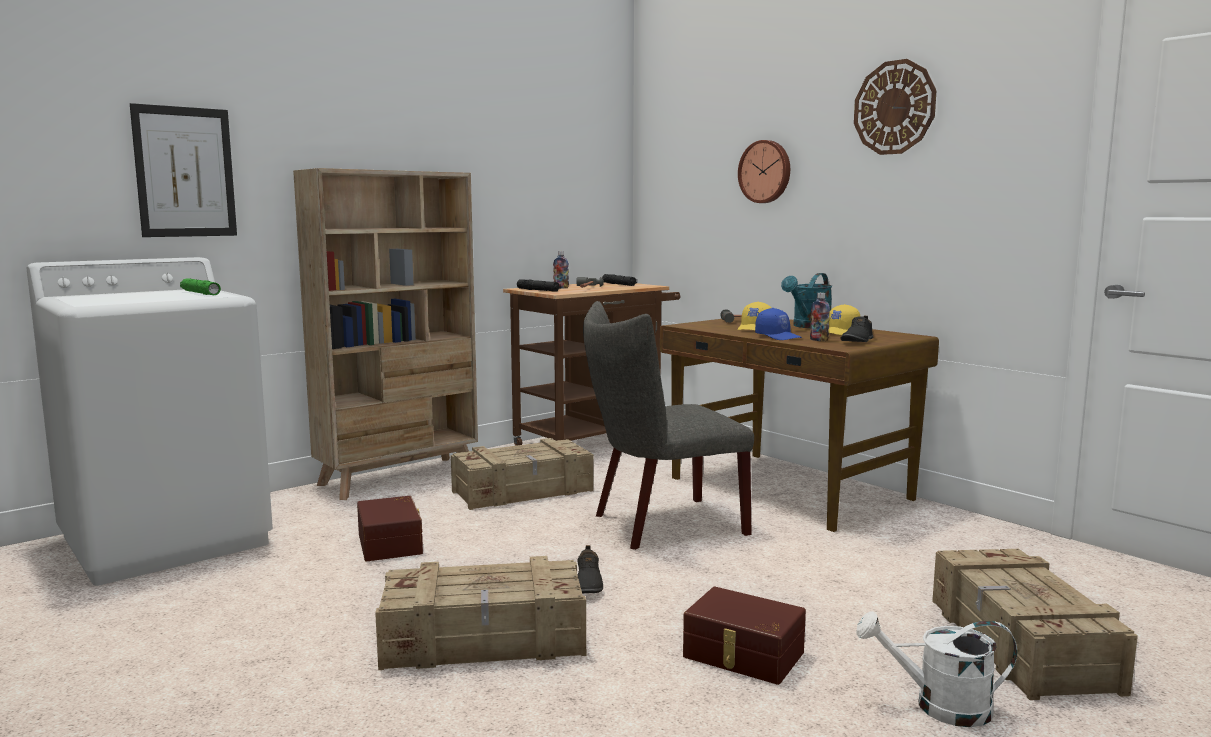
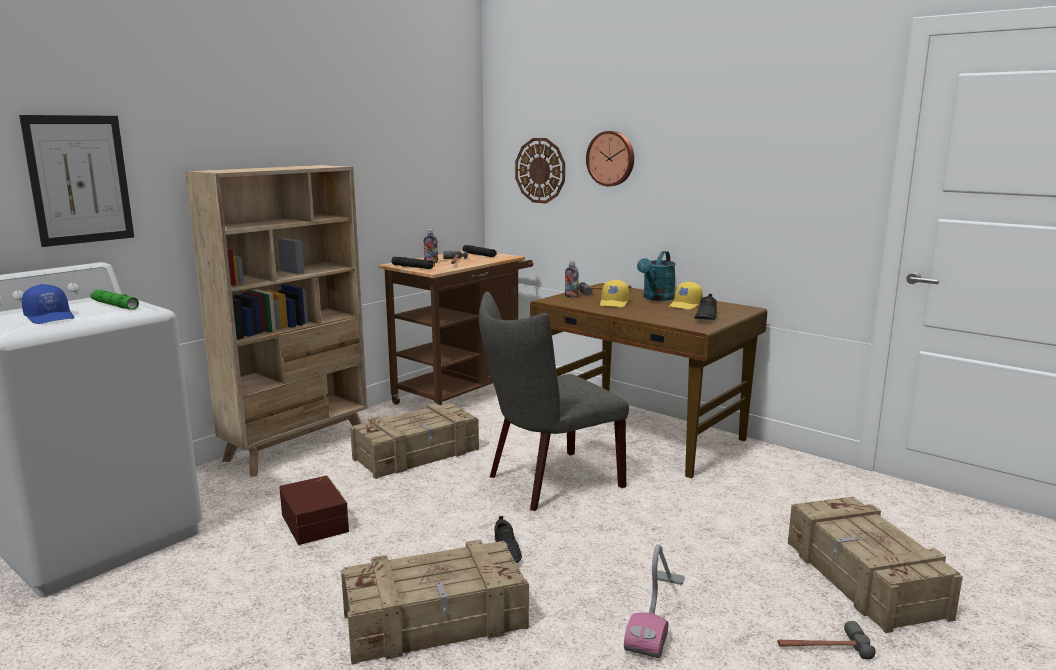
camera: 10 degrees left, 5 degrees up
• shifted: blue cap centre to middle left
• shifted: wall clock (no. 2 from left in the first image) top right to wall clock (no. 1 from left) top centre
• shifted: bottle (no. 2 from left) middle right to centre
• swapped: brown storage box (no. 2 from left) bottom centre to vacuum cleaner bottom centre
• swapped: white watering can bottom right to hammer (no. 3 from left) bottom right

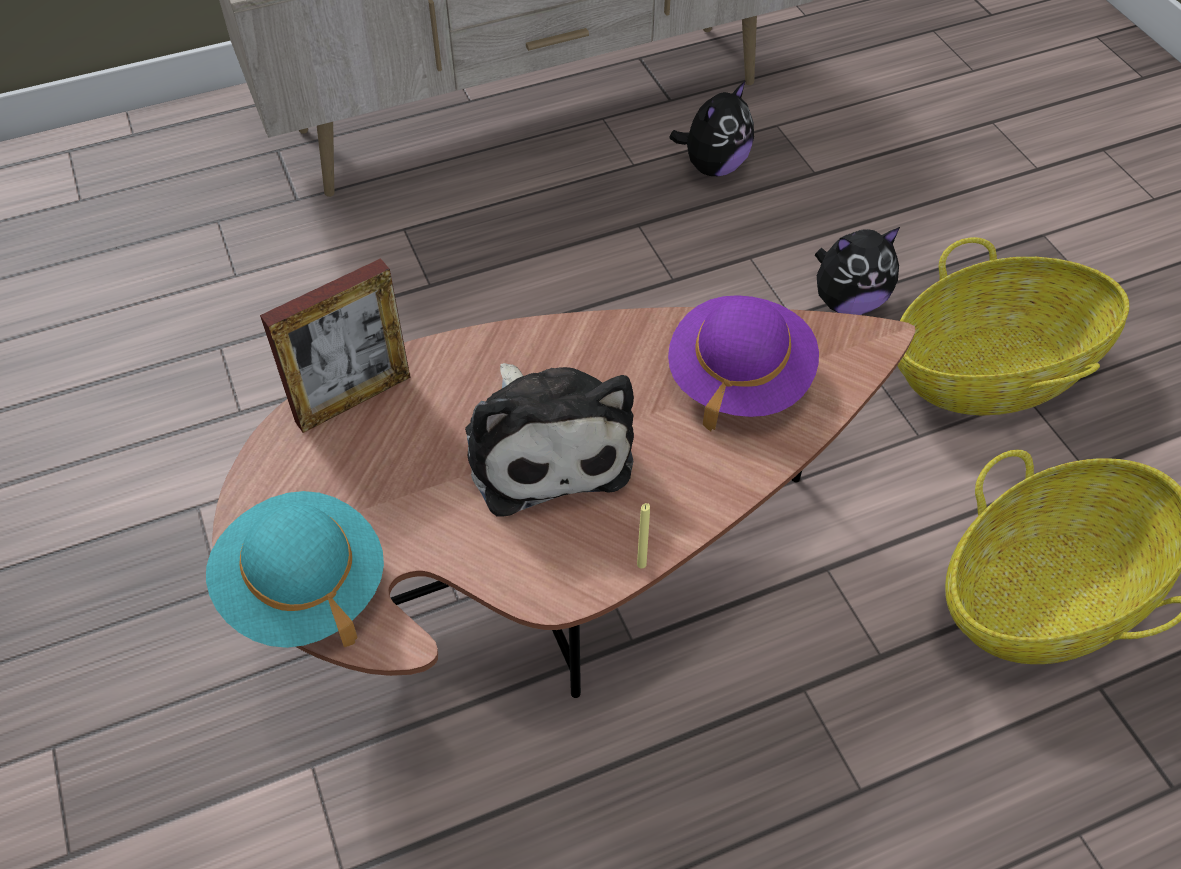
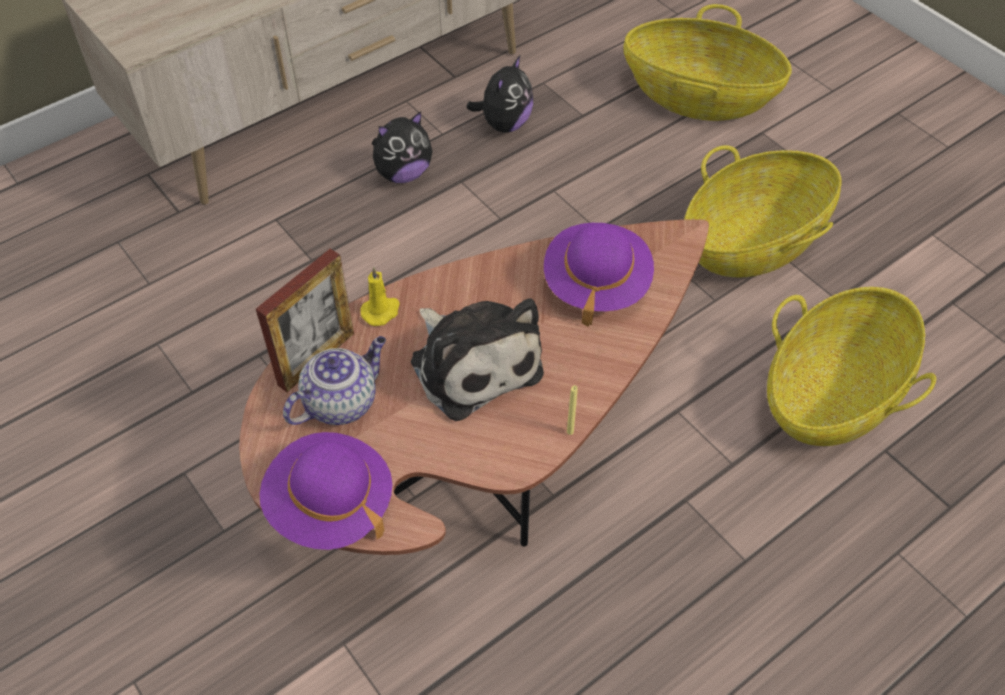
camera: 15 degrees left, 0 degrees up
• repainted: turquoise hat middle left to purple hat (no. 1 from left) bottom left
• new: teapot middle left
• new: yellow candle (no. 1 from left) centre
• shifted: plush toy (no. 3 from left in the first image) top right to plush toy (no. 1 from left) top centre
• new: basket (no. 1 from left) top right

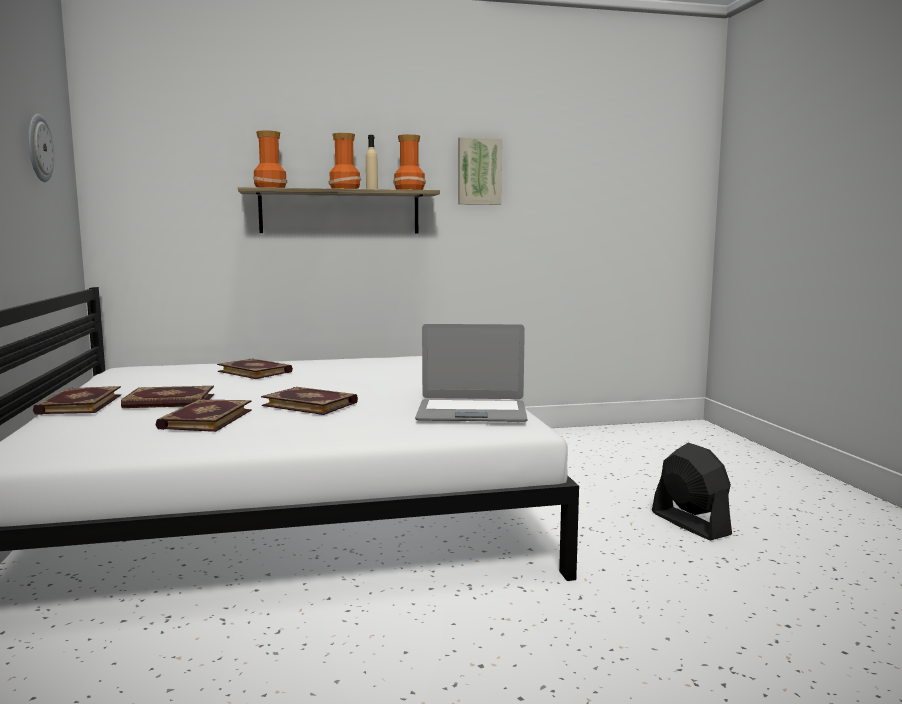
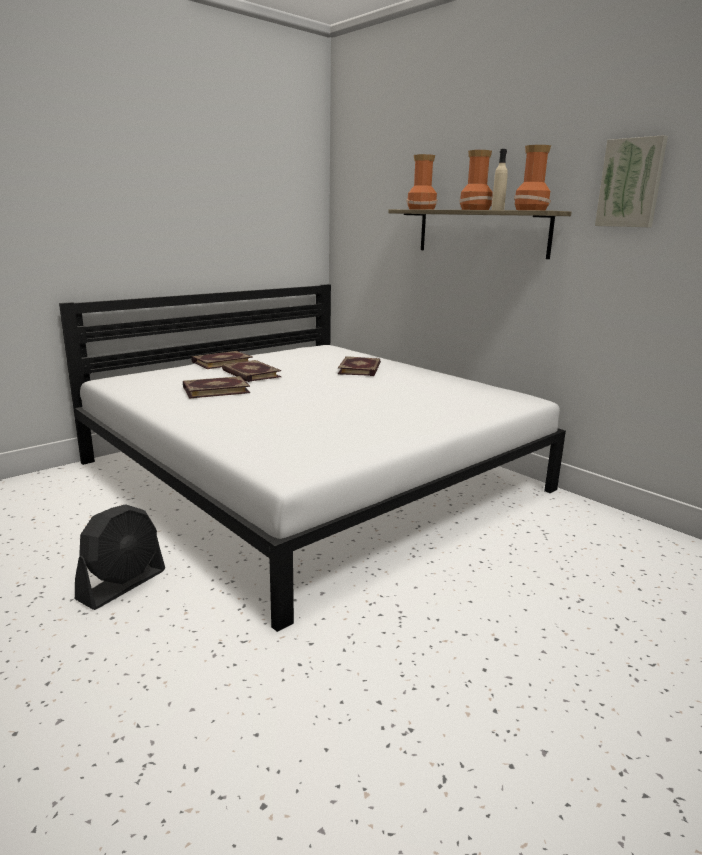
camera: 60 degrees right, 10 degrees up
• shifted: black fan bottom right to middle left
• gone: wall clock top left
• gone: book (no. 5 from left) centre
• gone: laptop centre

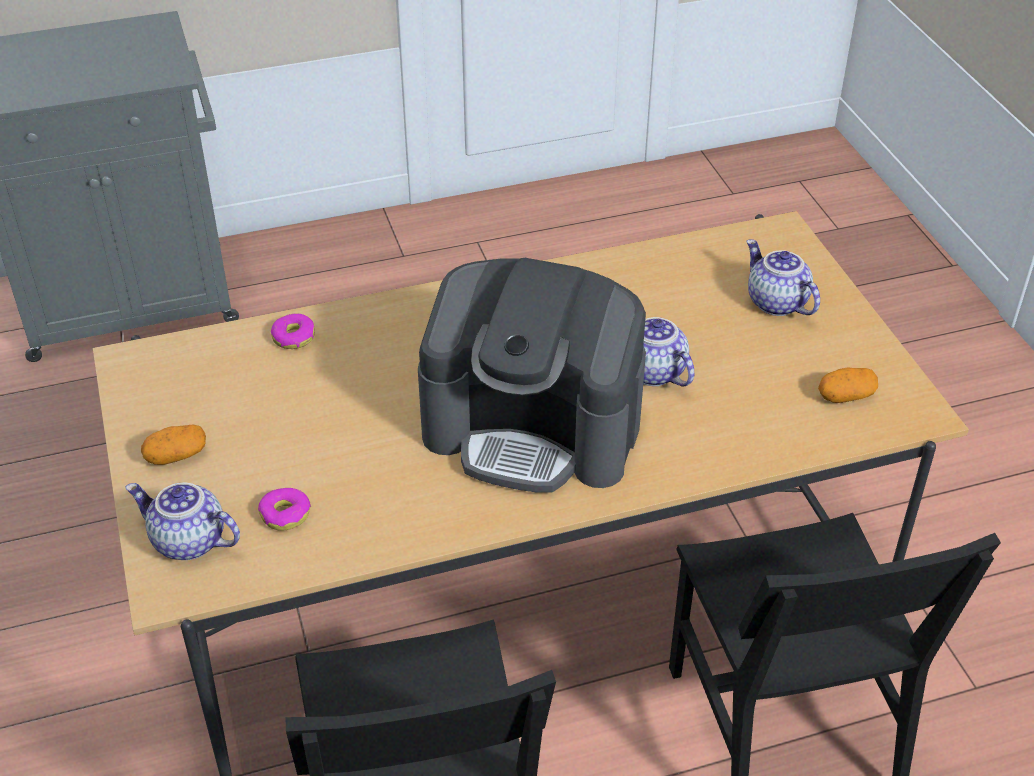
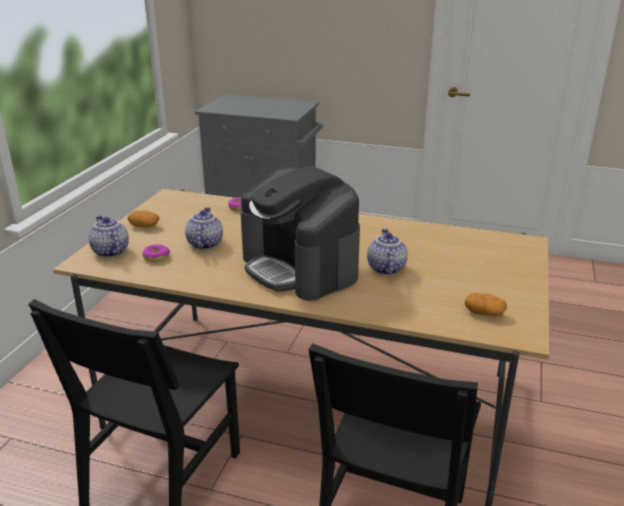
camera: 35 degrees right, 15 degrees down
• shifted: teapot (no. 3 from left in the first image) middle right to teapot (no. 2 from left) middle left

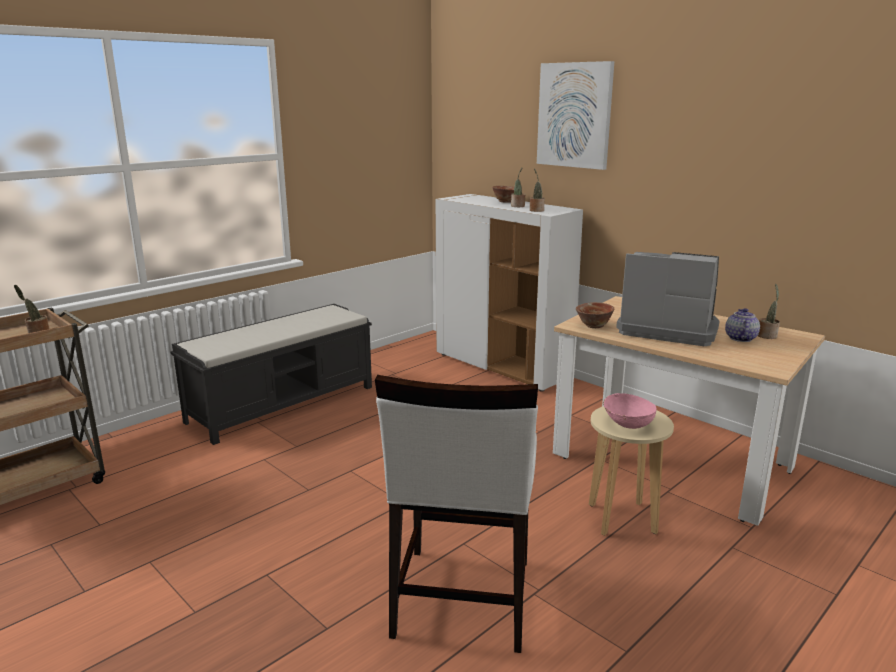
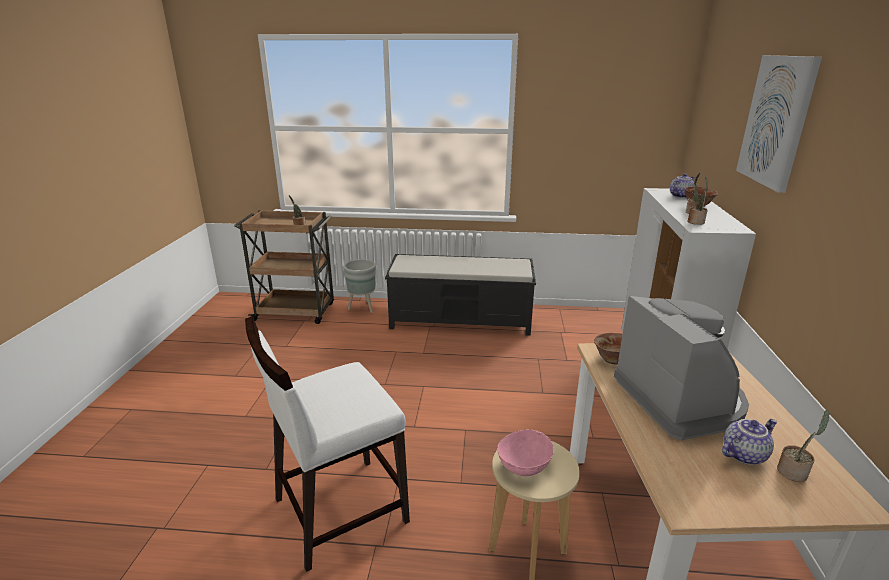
camera: 50 degrees right, 5 degrees up
• new: grey planter centre
• new: teapot (no. 1 from left) top right

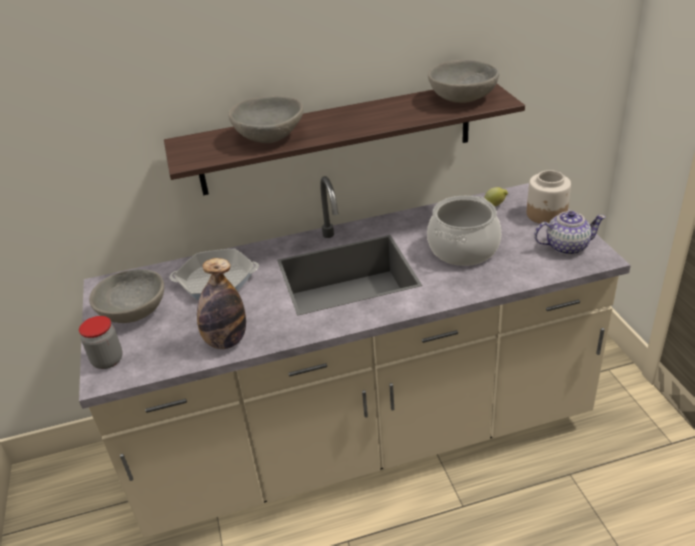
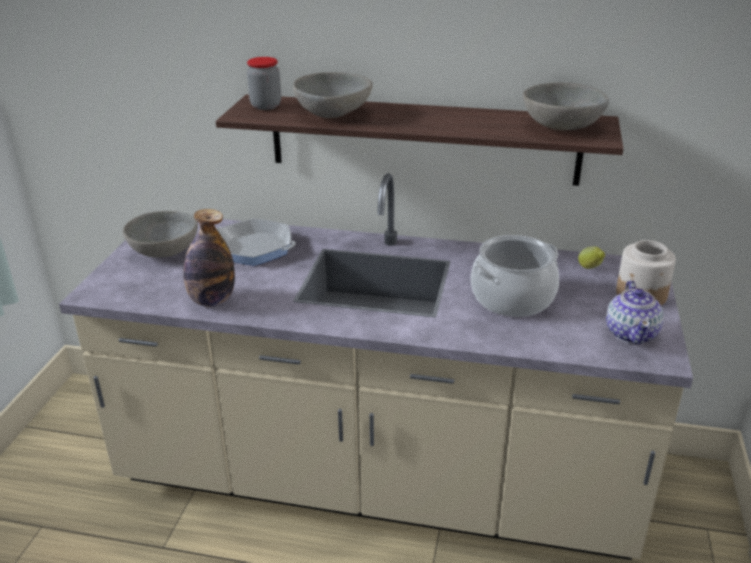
camera: 25 degrees right, 5 degrees down
• shifted: jar (no. 1 from left) middle left to top centre
• rotated: teapot middle right = middle right 75 degrees clockwise

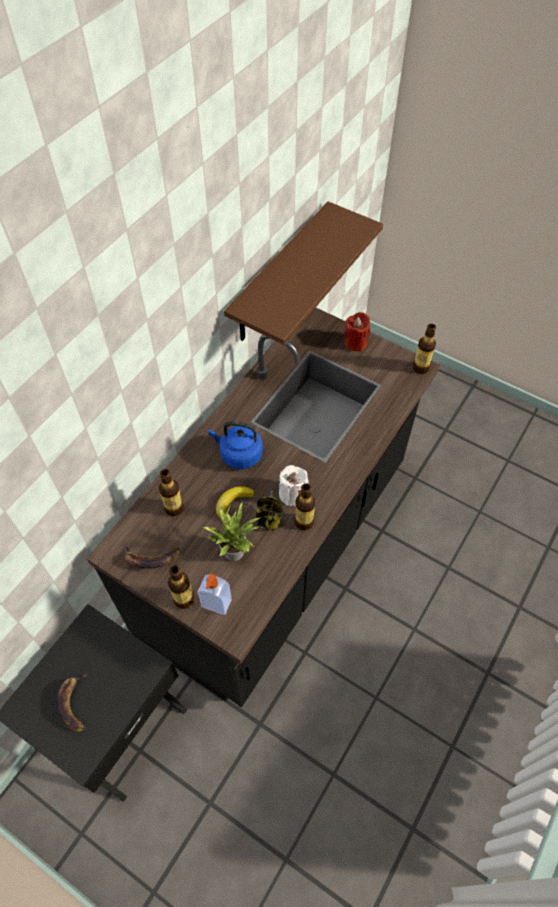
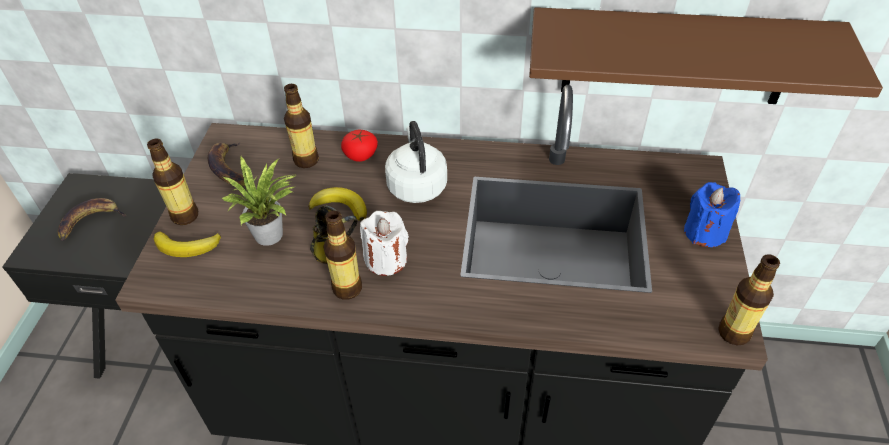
camera: 65 degrees right, 10 degrees down
• swapped: soap dispenser centre to banana (no. 2 from left) middle left
• new: tomato top centre
• repainted: blue kettle centre to white kettle centre
• repainted: red candle centre to blue candle middle right

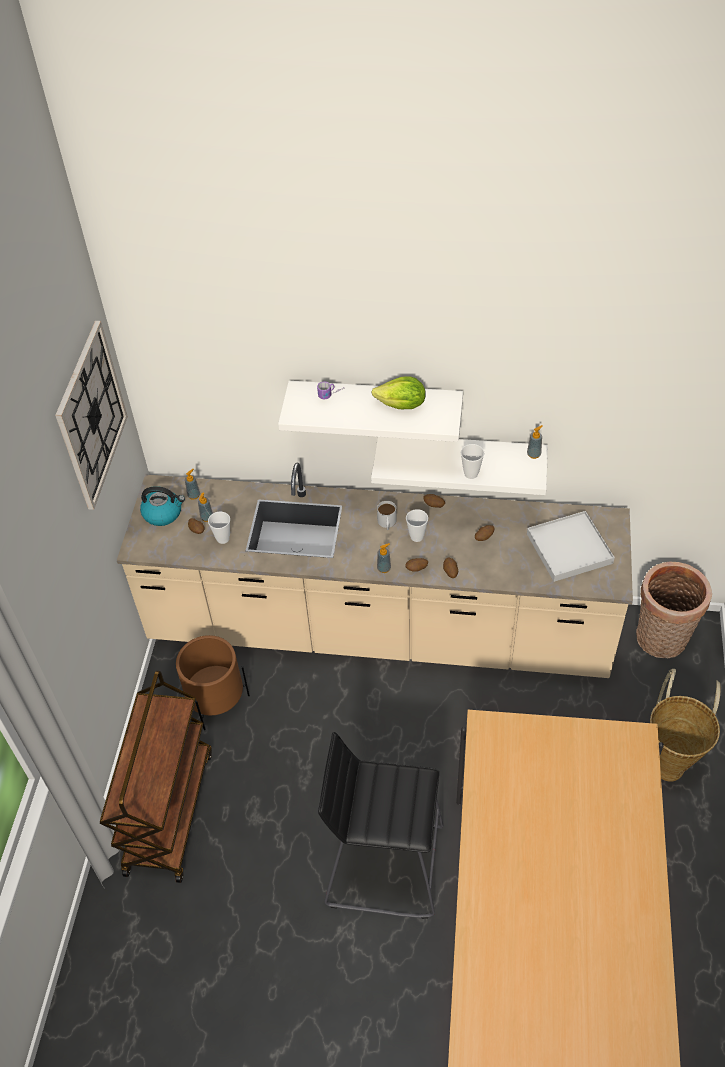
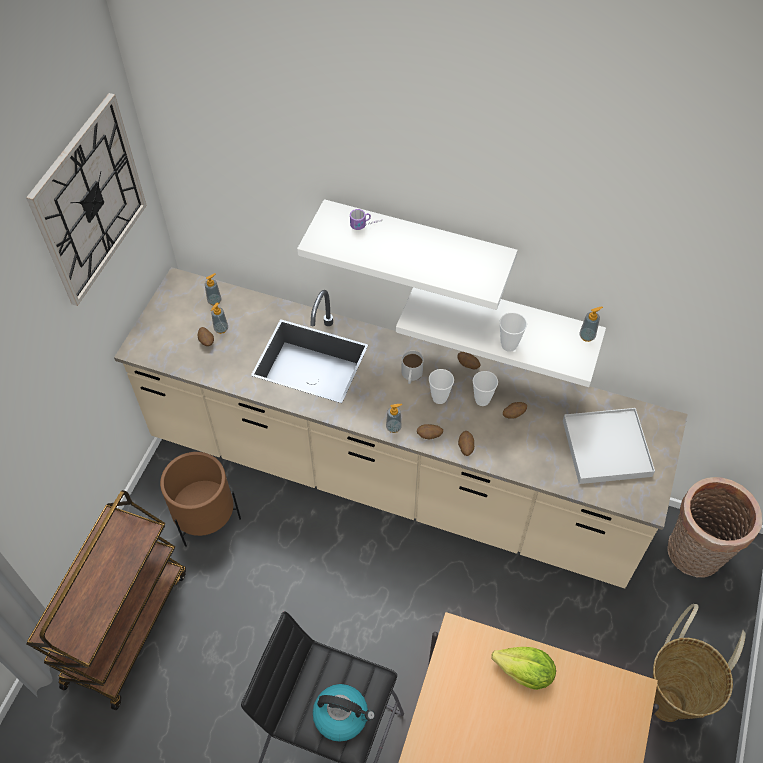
camera: 10 degrees right, 5 degrees up
• shifted: kettle middle left to bottom centre
• shifted: cup (no. 1 from left in the first image) middle left to cup (no. 2 from left) centre
• shifted: lettuce centre to bottom right

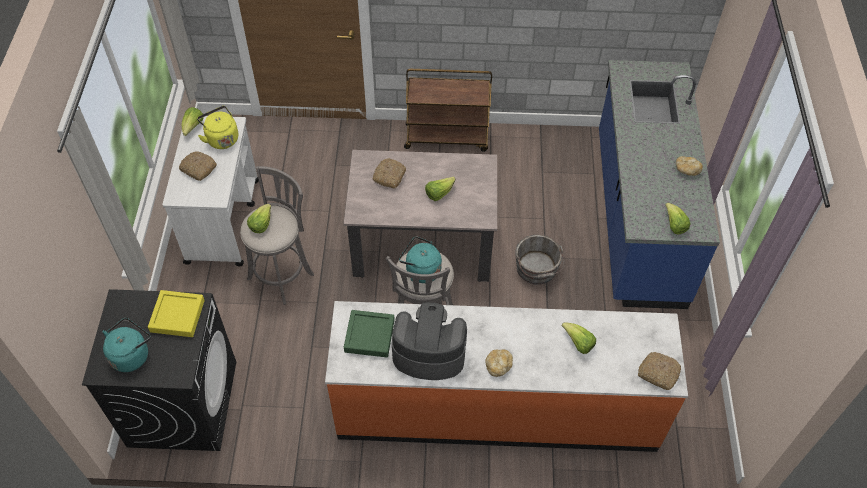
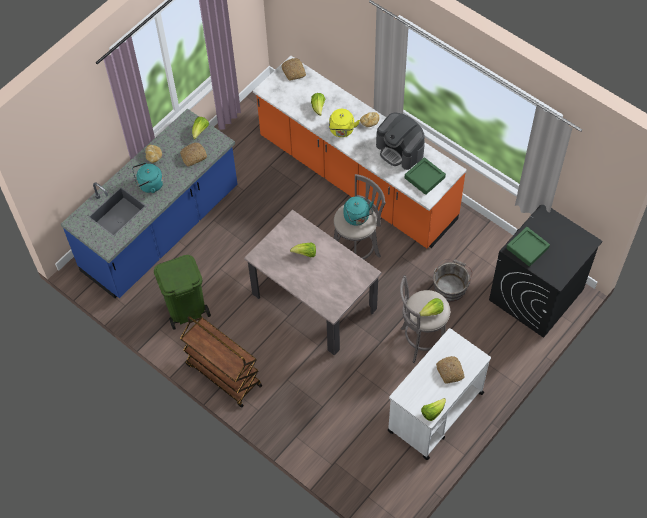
camera: 140 degrees left, 5 degrees up
• shifted: turquoise kettle (no. 1 from left) bottom left to middle left
• new: green trash can middle left
• shifted: bread (no. 2 from left) centre to top left
• shifted: yellow kettle top left to top centre
• shifted: grey bucket centre to middle right
• repainted: yellow tray middle left to green tray (no. 2 from left) middle right

